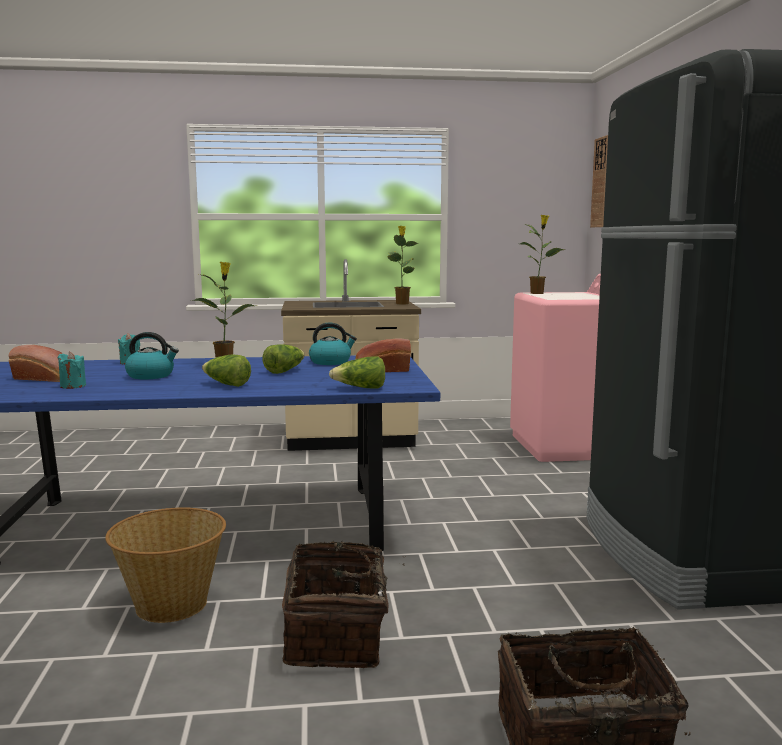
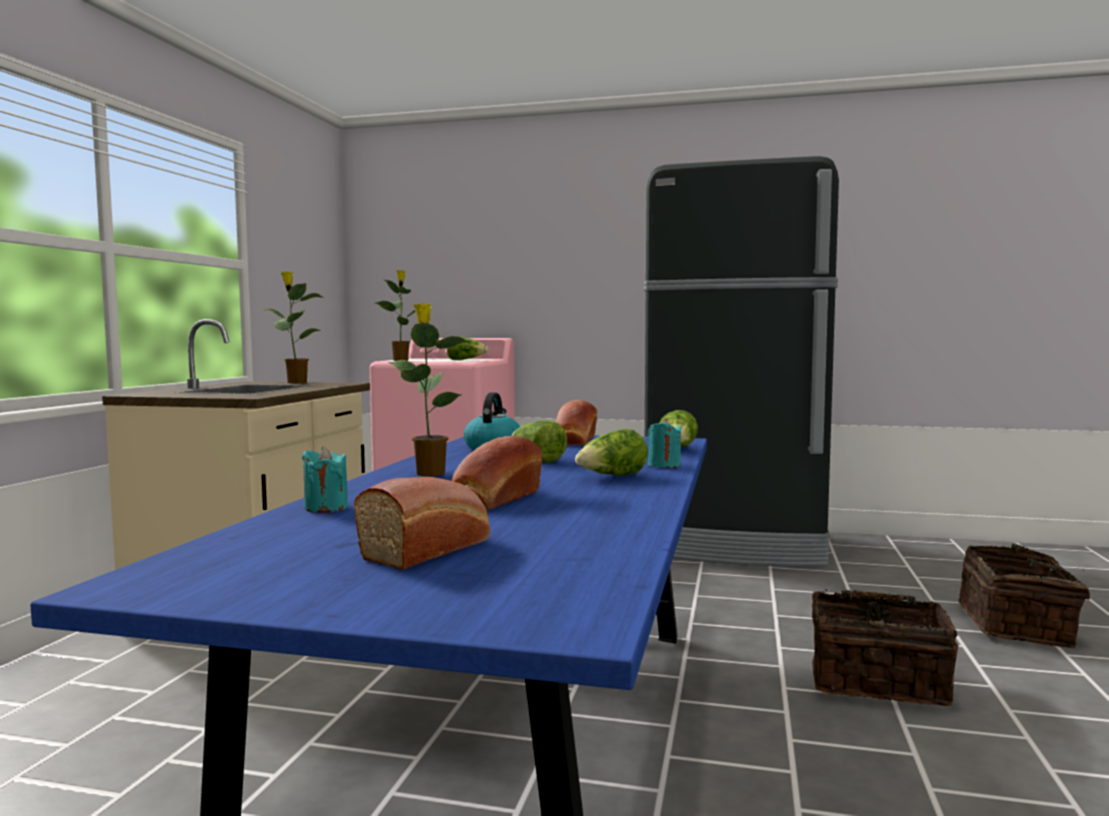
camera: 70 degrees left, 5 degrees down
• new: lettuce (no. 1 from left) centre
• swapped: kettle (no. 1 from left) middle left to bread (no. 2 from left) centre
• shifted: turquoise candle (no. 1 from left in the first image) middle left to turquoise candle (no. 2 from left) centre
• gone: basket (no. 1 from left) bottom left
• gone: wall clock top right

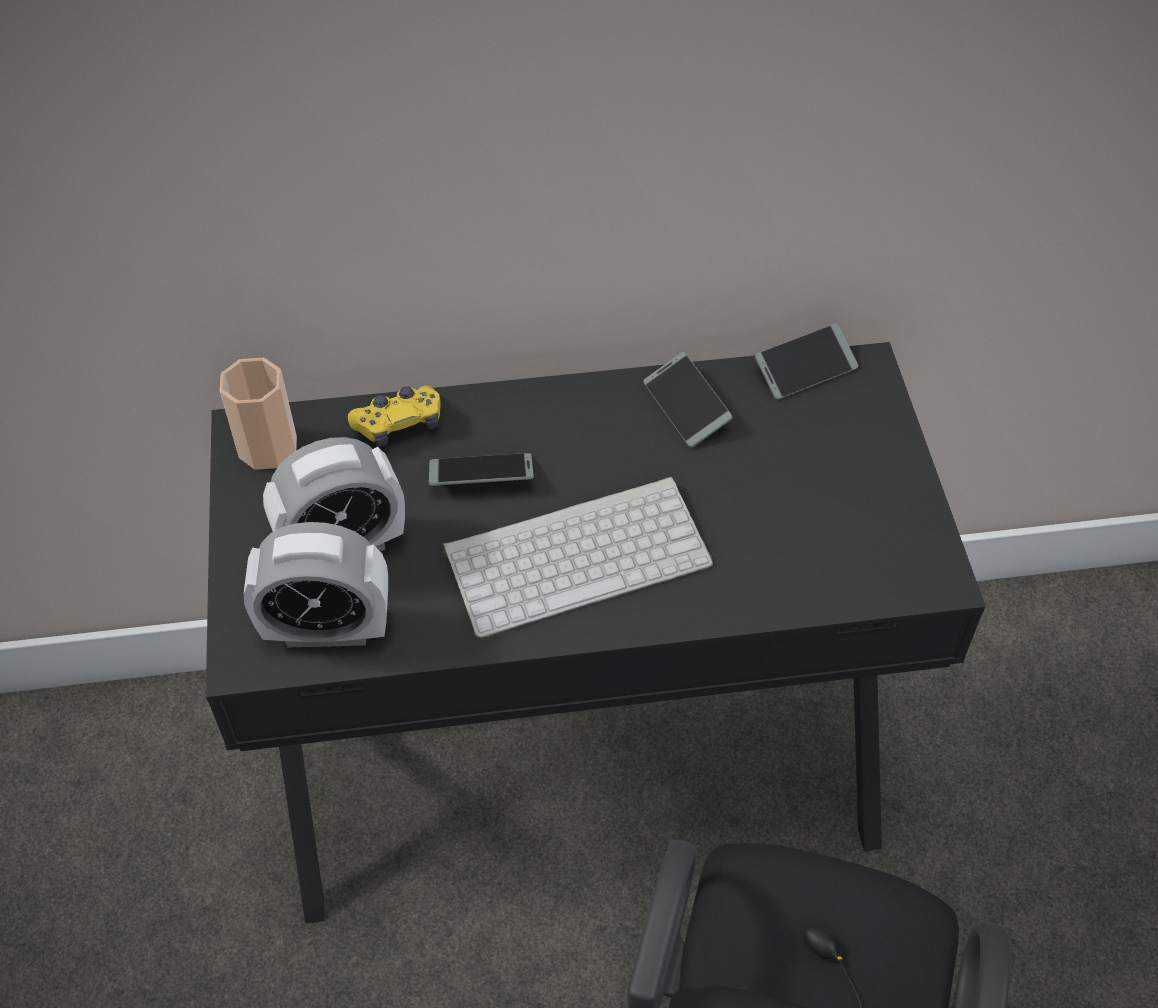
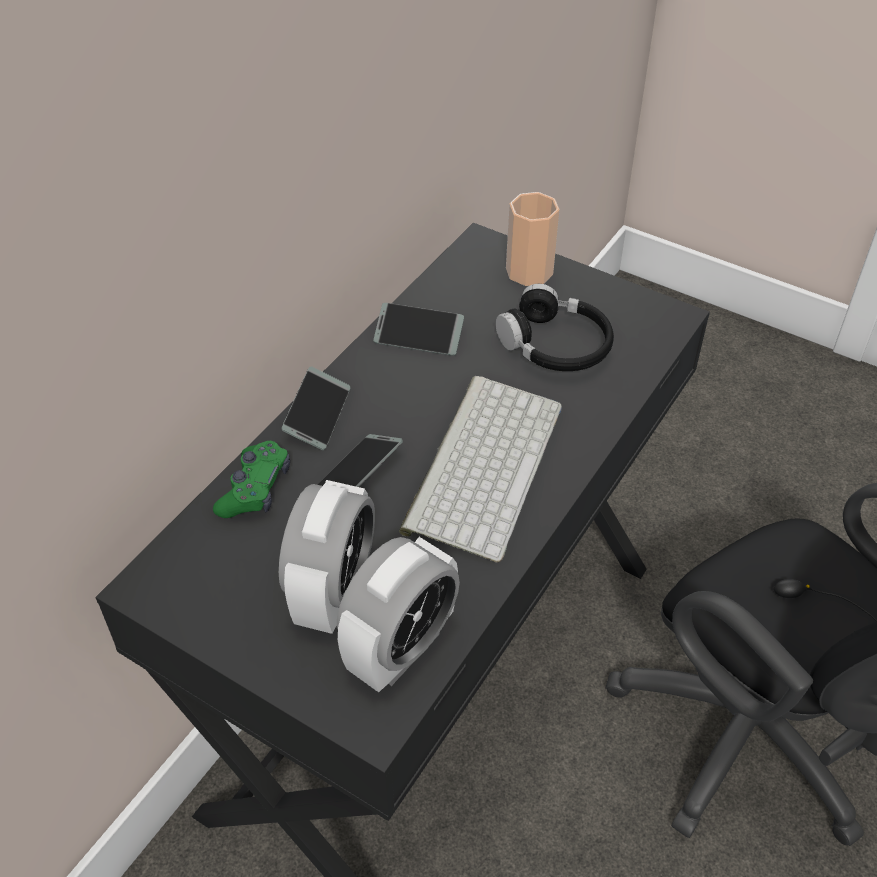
camera: 50 degrees left, 5 degrees down
• repainted: yellow game controller centre to green game controller middle left
• shifted: phone (no. 3 from left in the first image) middle right to phone (no. 1 from left) centre
• new: black headphones centre
• shifted: cup middle left to top centre

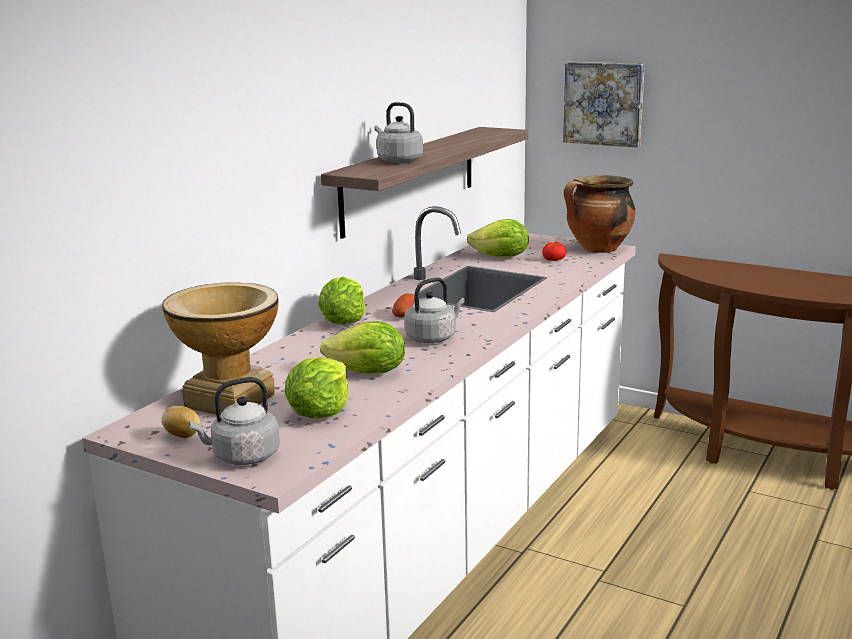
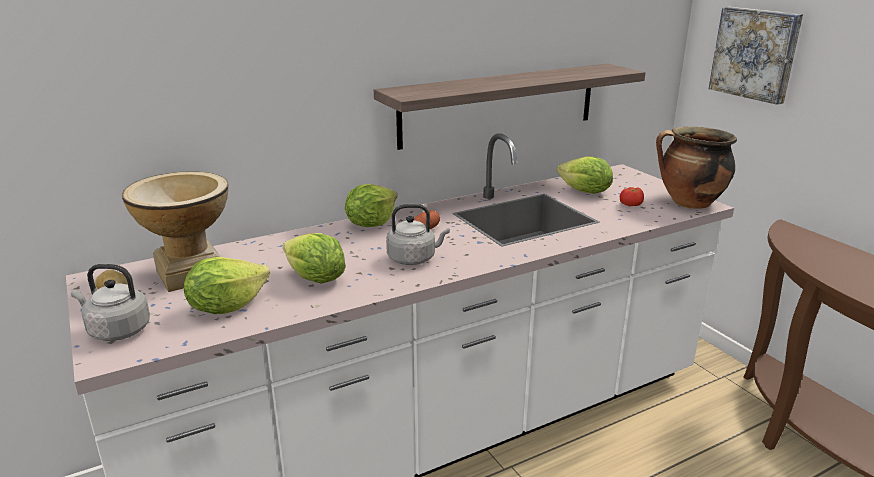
camera: 30 degrees right, 5 degrees up
• gone: grey kettle (no. 2 from left) top centre

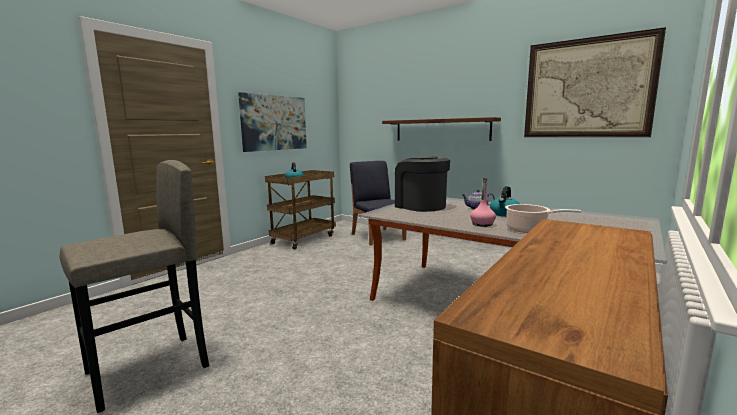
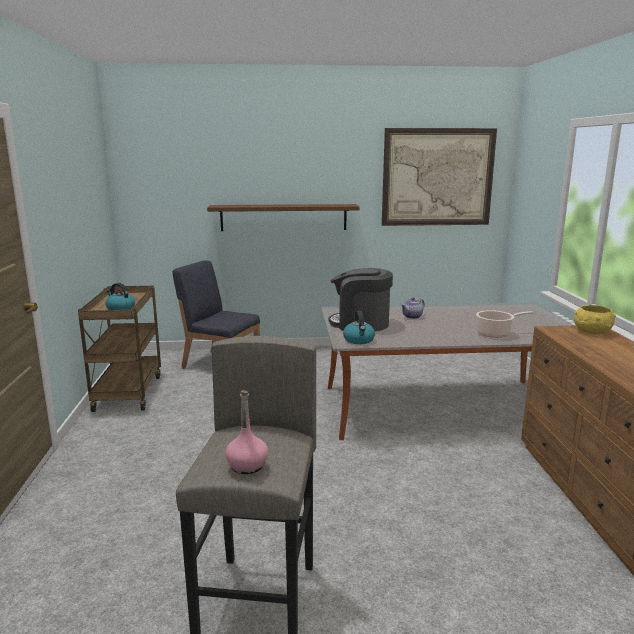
camera: 40 degrees left, 5 degrees up
• shifted: pink bottle centre to bottom centre
• shifted: kettle (no. 2 from left) middle right to centre
• new: yellow bowl middle right
• gone: picture (no. 1 from left) top centre

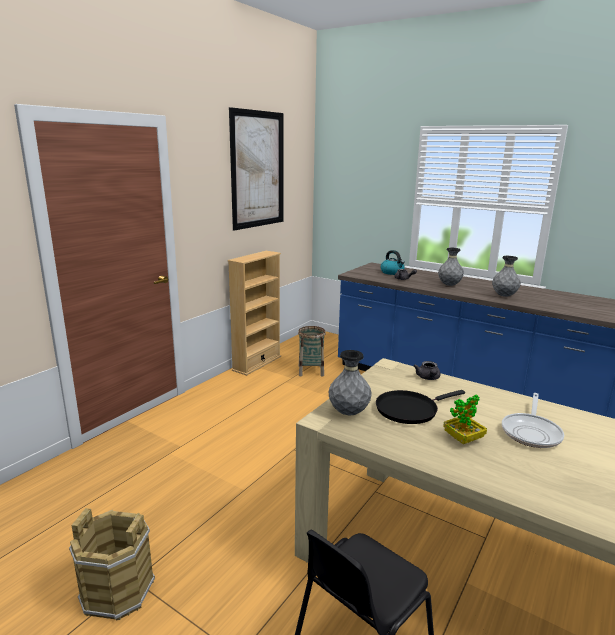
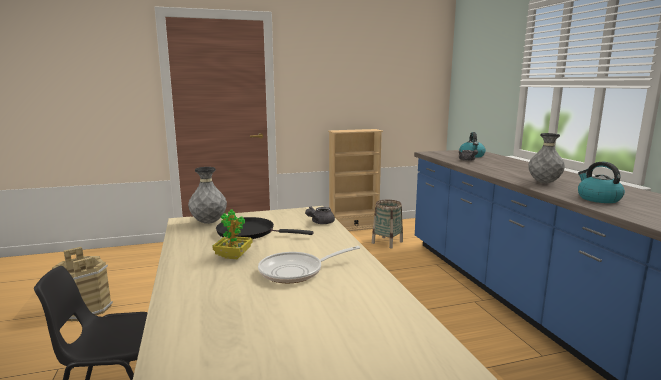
camera: 40 degrees right, 5 degrees down
• new: kettle (no. 2 from left) middle right
• gone: picture top centre
• gone: grey vase (no. 2 from left) middle right

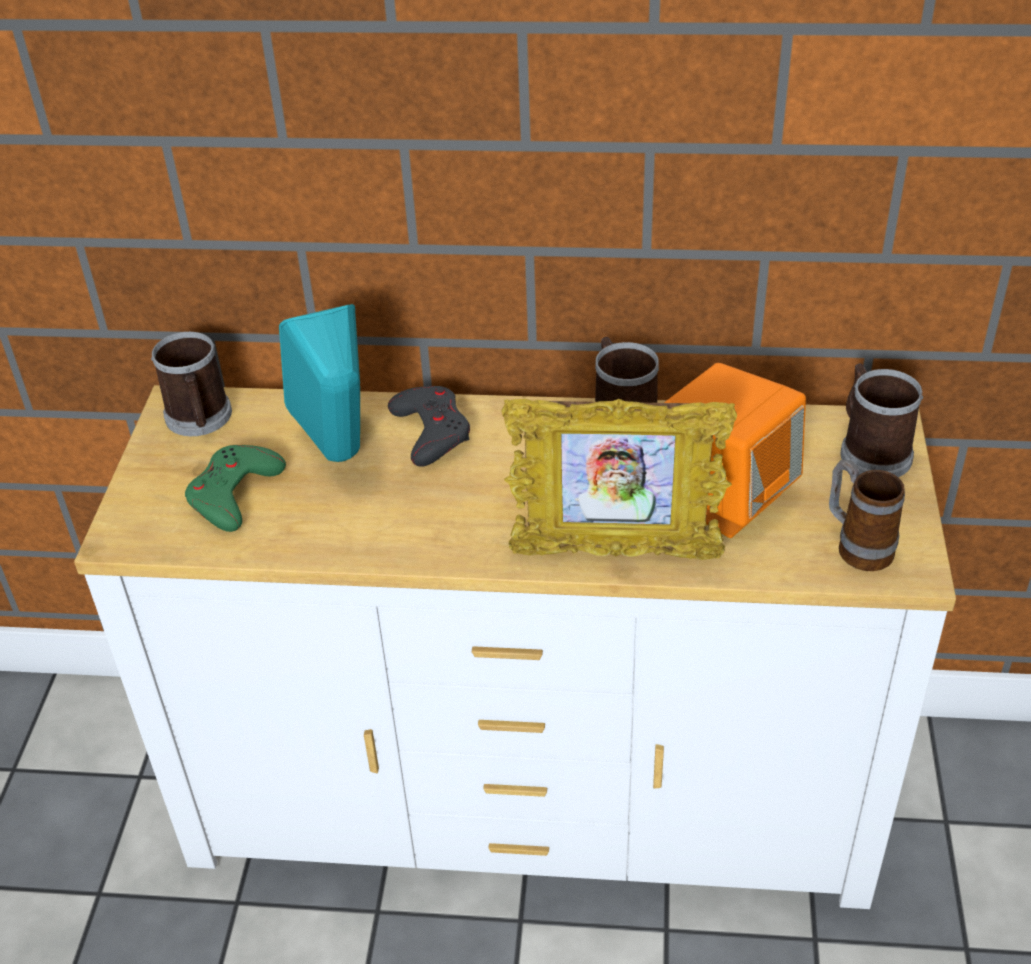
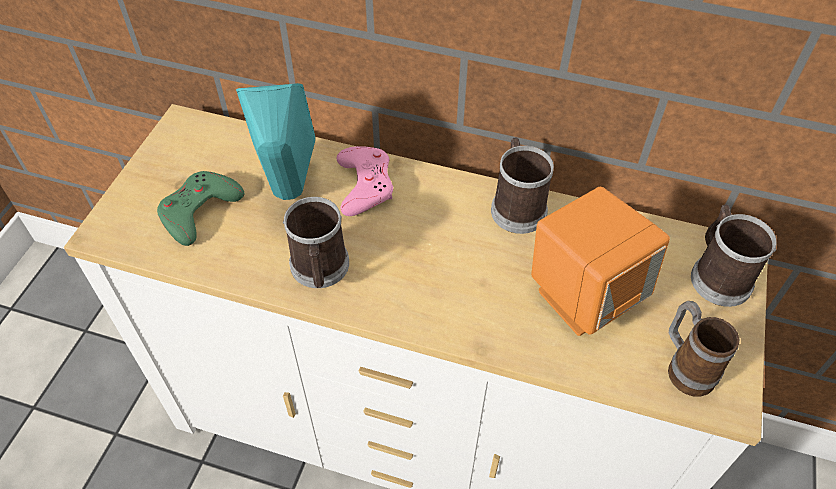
camera: 10 degrees right, 10 degrees up
• shifted: mug (no. 1 from left) middle left to centre
• repainted: grey game controller centre to pink game controller centre
• gone: picture frame centre

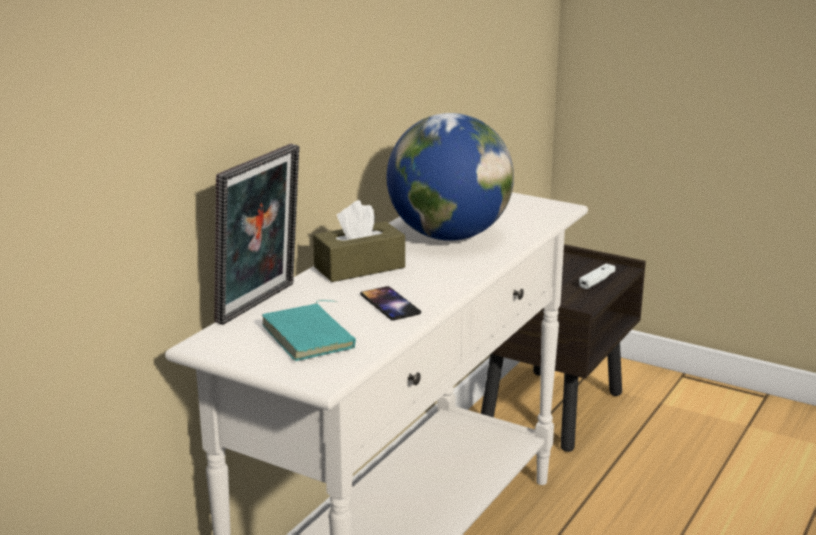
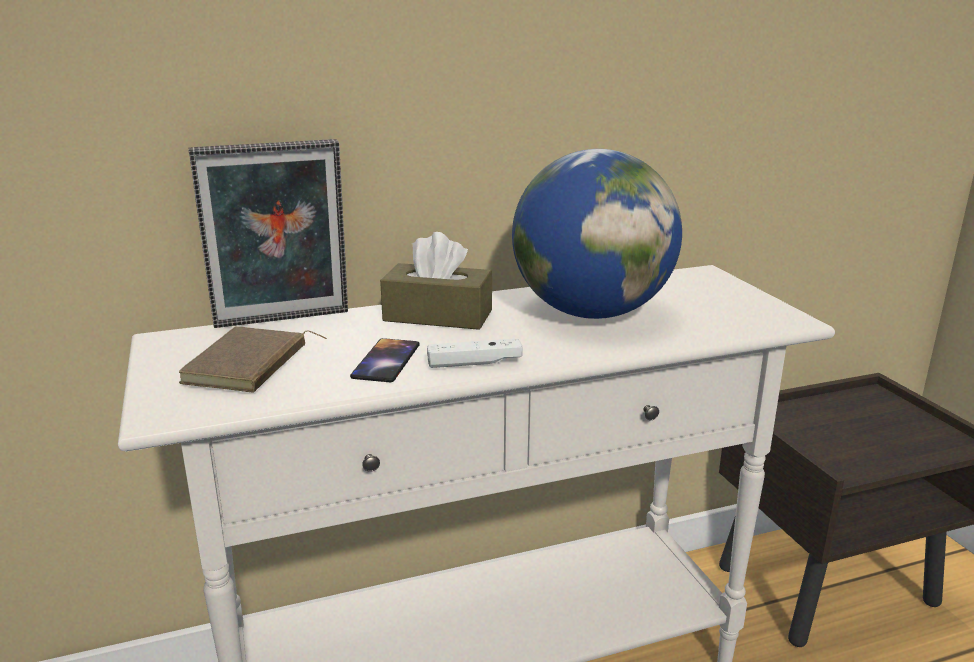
camera: 40 degrees right, 0 degrees up
• repainted: turquoise book centre to brown book middle left
• shifted: white game controller middle right to centre

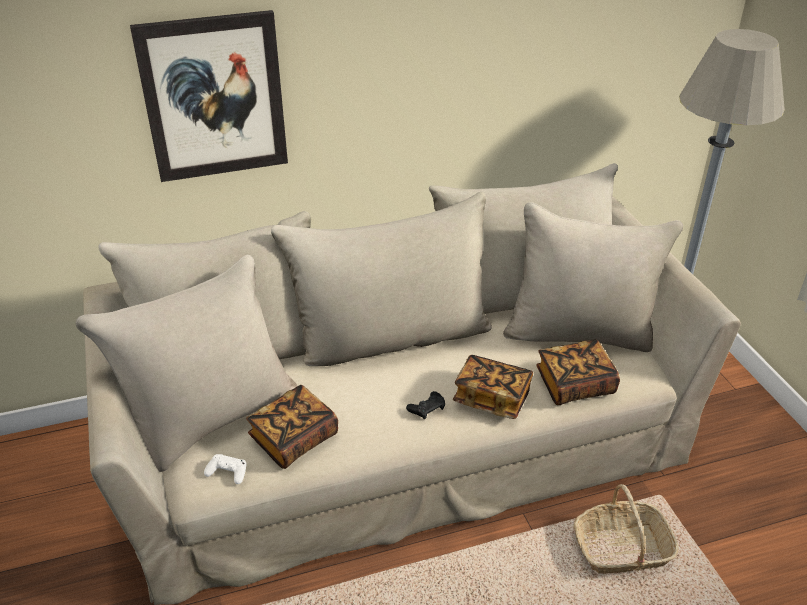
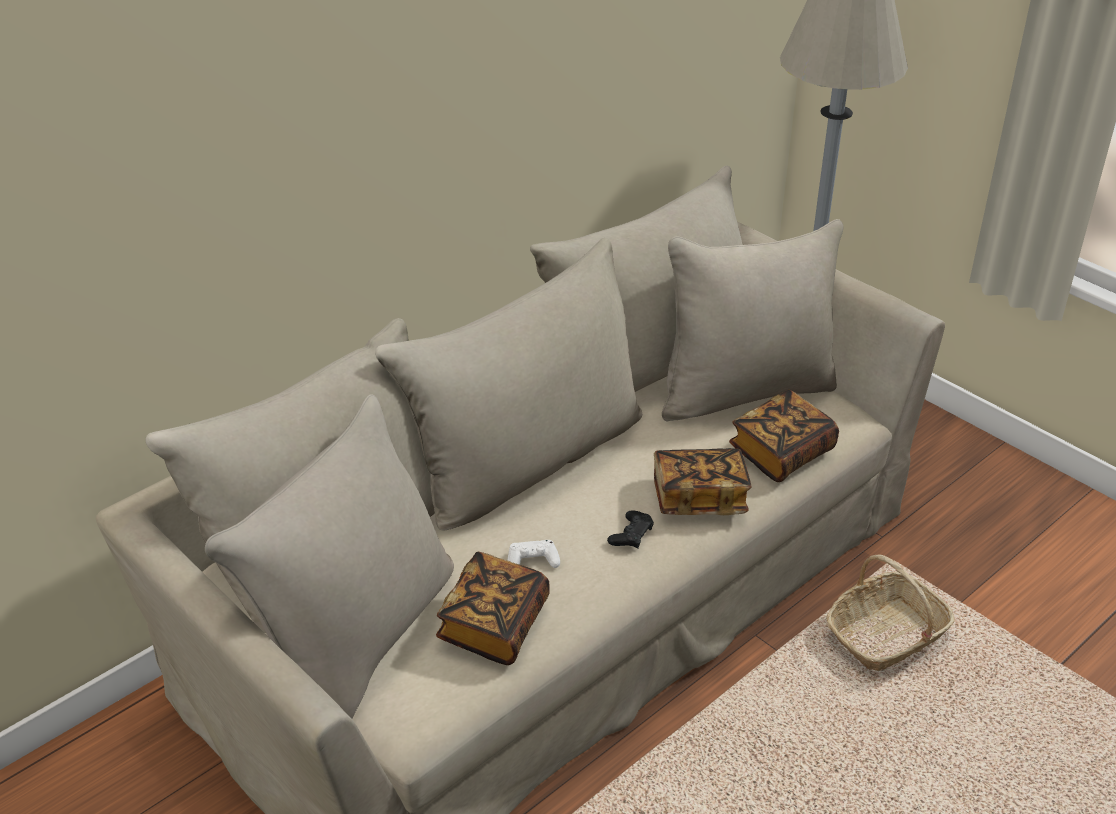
camera: 25 degrees left, 0 degrees up
• shifted: white game controller bottom left to bottom centre
• gone: picture top left

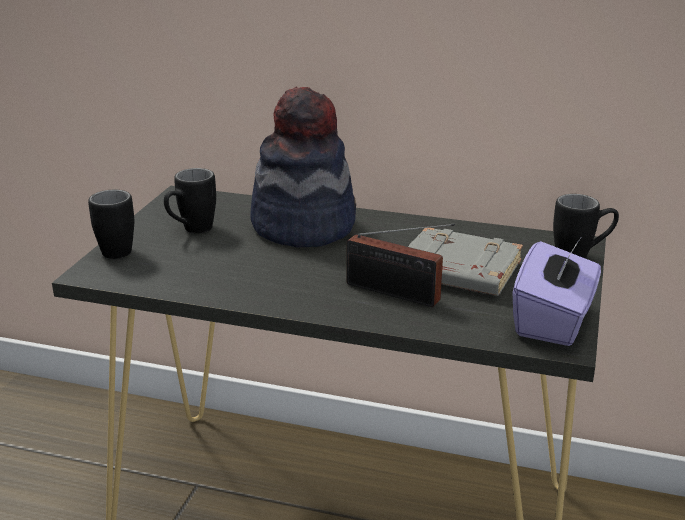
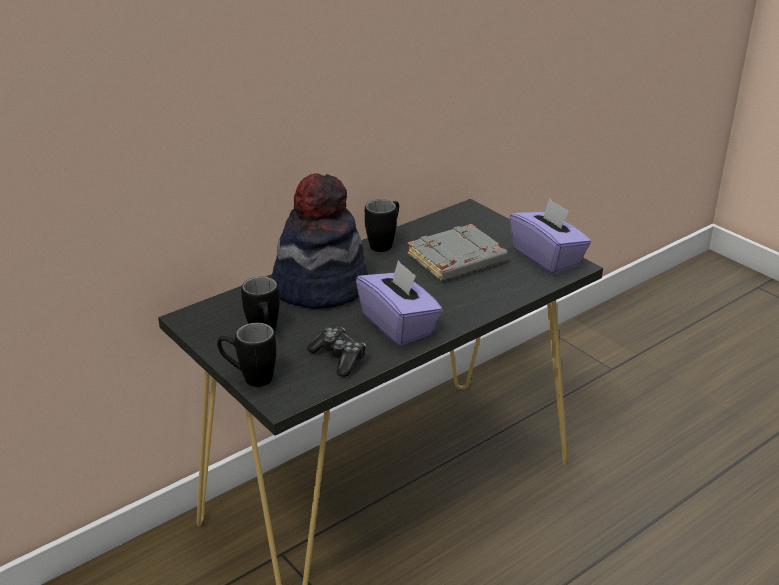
camera: 55 degrees left, 5 degrees up
• new: game controller centre
• new: purple tissue box (no. 1 from left) centre
• shifted: black mug (no. 3 from left) middle right to centre
• gone: radio centre

